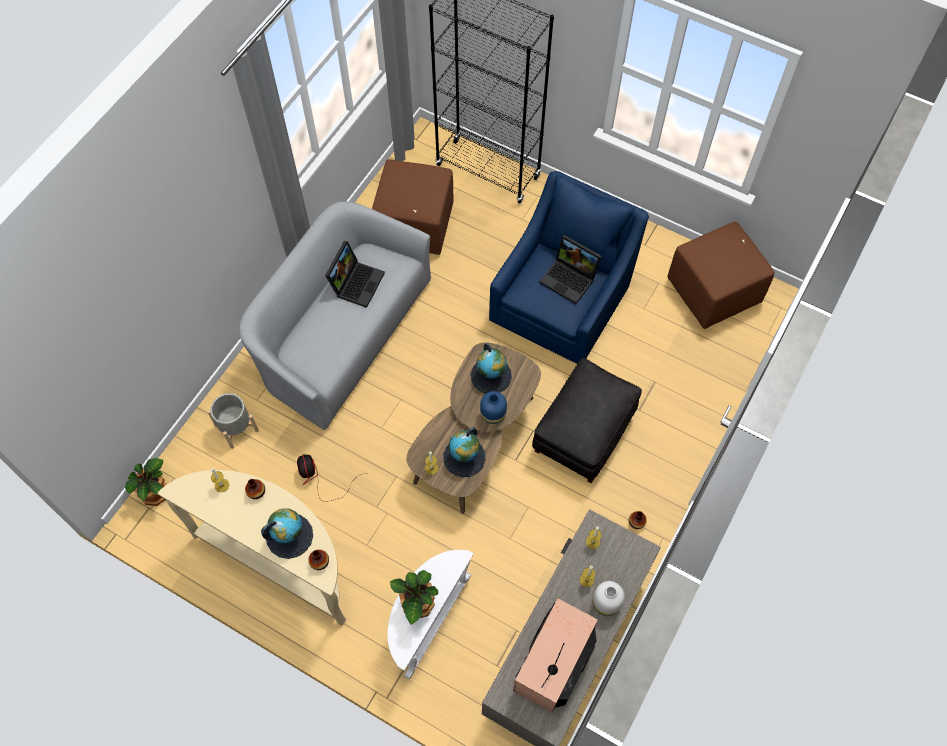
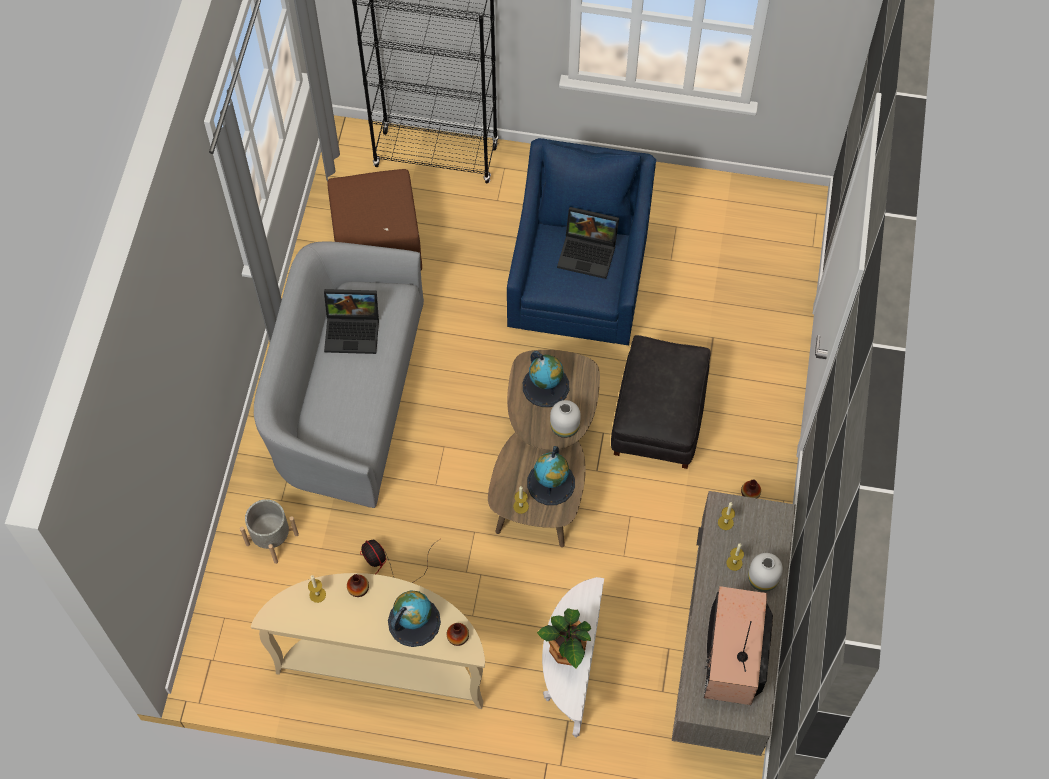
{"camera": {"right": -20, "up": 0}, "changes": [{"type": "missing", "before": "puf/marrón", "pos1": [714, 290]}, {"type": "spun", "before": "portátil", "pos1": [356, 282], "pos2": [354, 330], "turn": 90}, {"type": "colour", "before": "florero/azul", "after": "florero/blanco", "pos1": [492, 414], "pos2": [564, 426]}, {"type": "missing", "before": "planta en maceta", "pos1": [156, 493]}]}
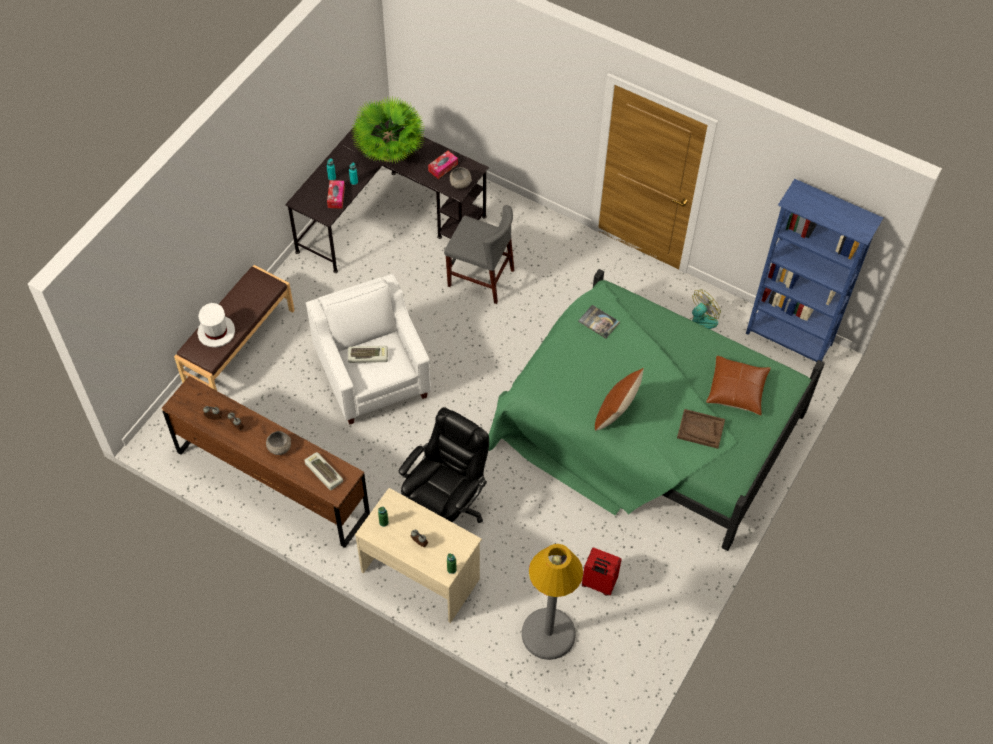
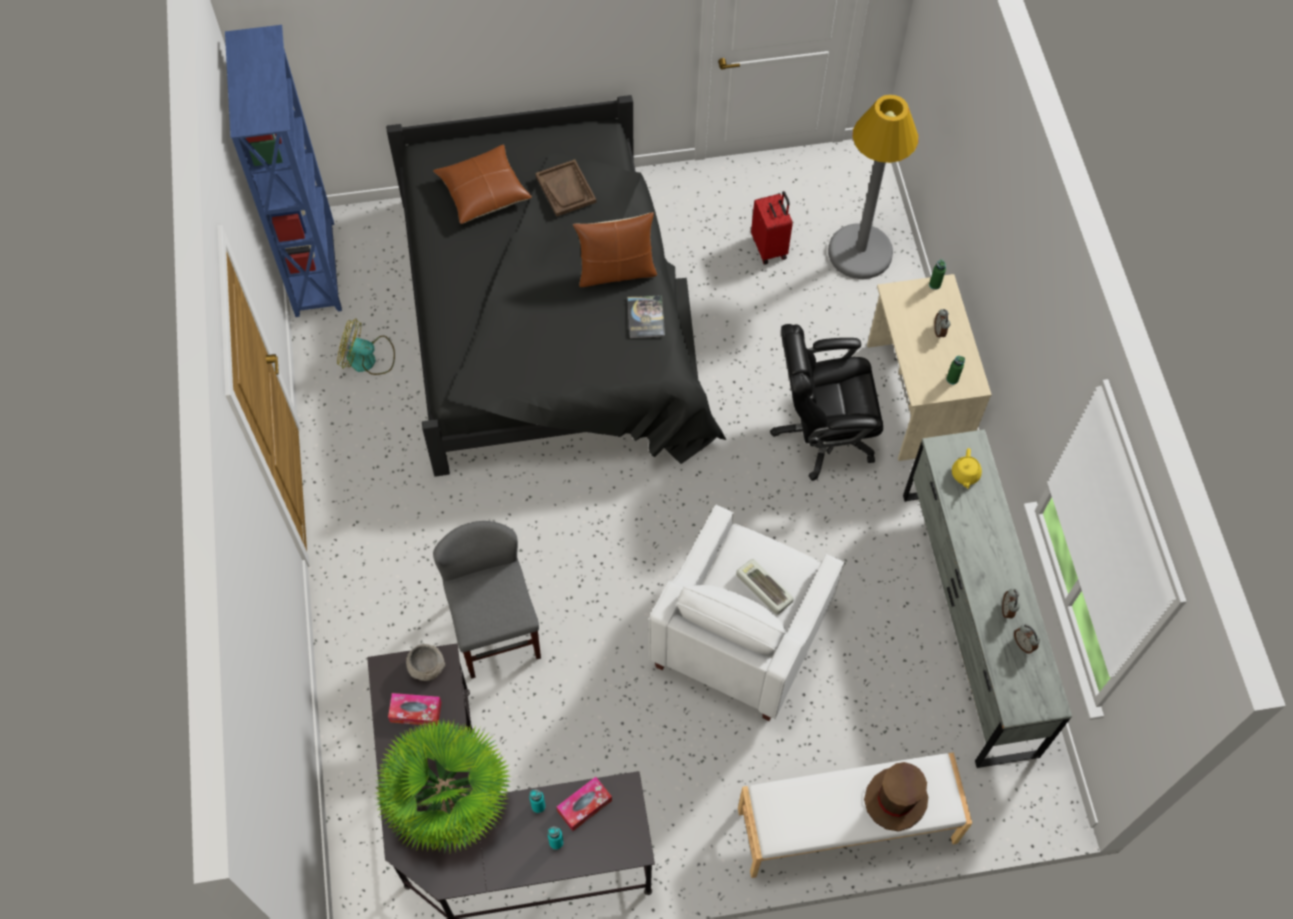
{"camera": {"right": -130, "up": 5}, "changes": [{"type": "colour", "before": "banco/marrón", "after": "banco/blanco", "pos1": [238, 346], "pos2": [847, 827]}, {"type": "colour", "before": "cama/verde", "after": "cama/negro", "pos1": [646, 426], "pos2": [551, 322]}, {"type": "colour", "before": "sombrero/blanco", "after": "sombrero/marrón", "pos1": [216, 332], "pos2": [896, 799]}, {"type": "relocated", "before": "libro", "pos1": [598, 322], "pos2": [646, 317]}, {"type": "colour", "before": "cómoda/marrón", "after": "cómoda/gris", "pos1": [272, 482], "pos2": [967, 621]}, {"type": "missing", "before": "cuenco/gris", "pos1": [279, 448]}, {"type": "exchanged", "before": "teclado", "after": "tetera/amarillo", "pos1": [322, 473], "pos2": [965, 475]}]}
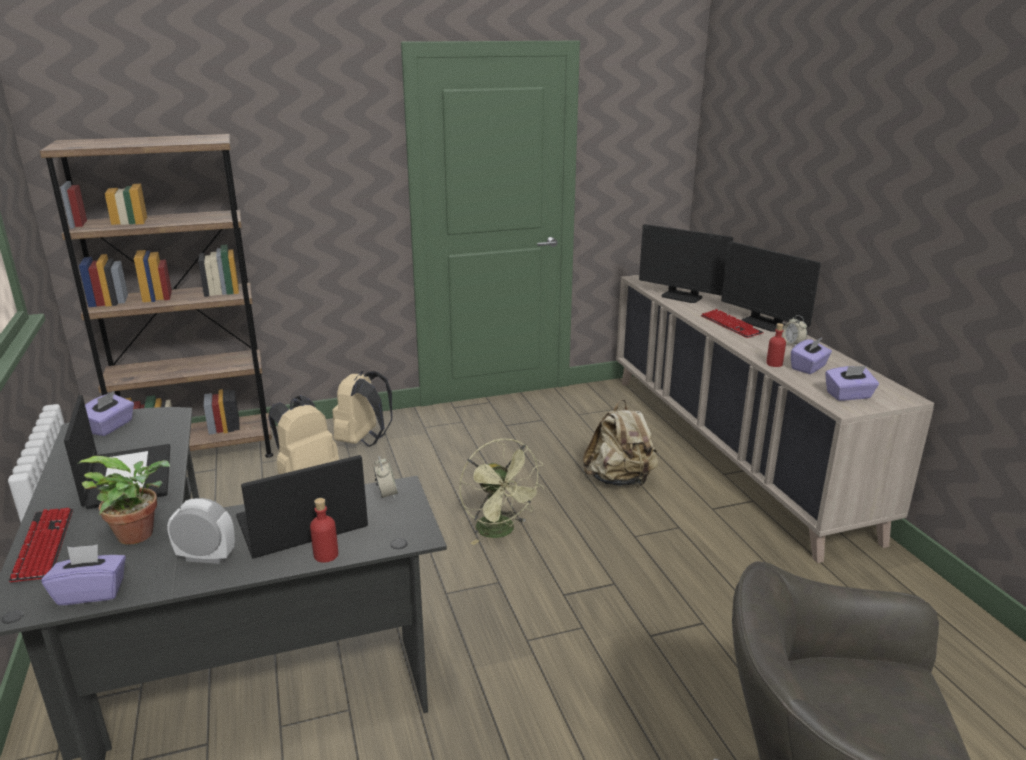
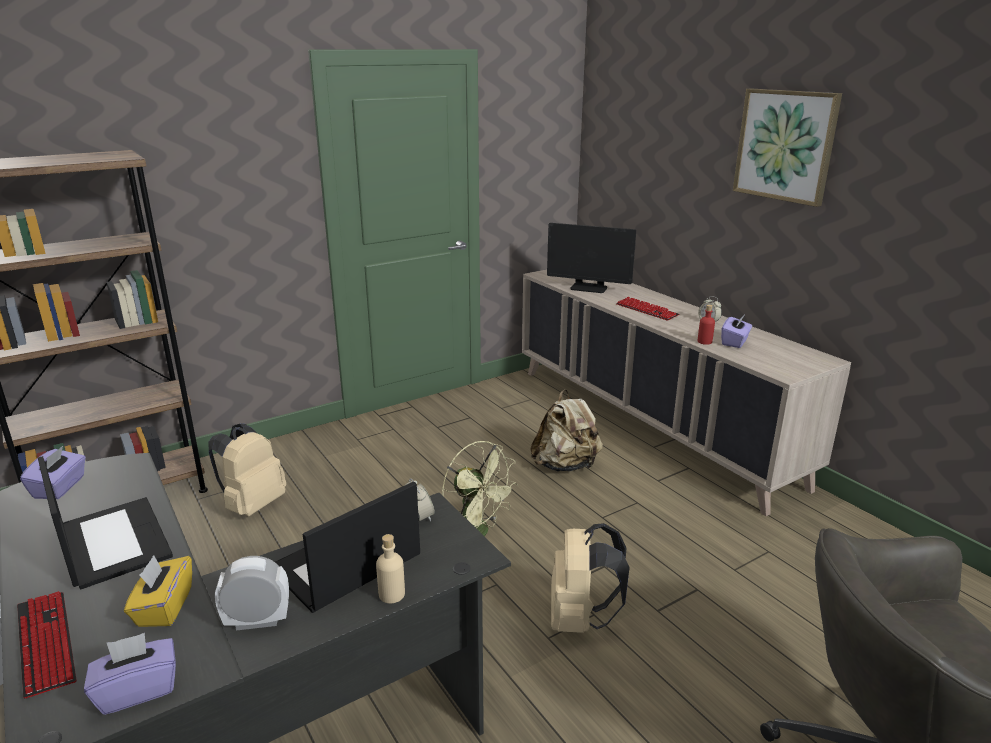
{"camera": {"right": -15, "up": 0}, "changes": [{"type": "missing", "before": "monitor", "pos1": [764, 323]}, {"type": "missing", "before": "caja de pañuelos/morado", "pos1": [848, 396]}, {"type": "relocated", "before": "mochila/beis", "pos1": [363, 441], "pos2": [580, 619]}, {"type": "exchanged", "before": "planta en maceta", "after": "caja de pañuelos/amarillo", "pos1": [141, 534], "pos2": [164, 607]}, {"type": "colour", "before": "botella/rojo", "after": "botella/beis", "pos1": [326, 555], "pos2": [392, 594]}, {"type": "appeared", "after": "cuadro", "pos2": [785, 145]}]}
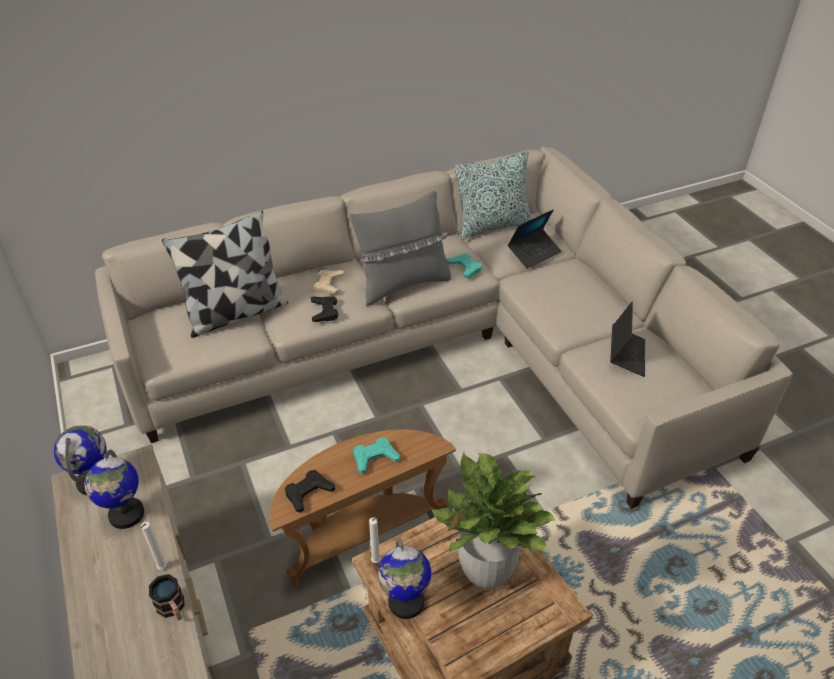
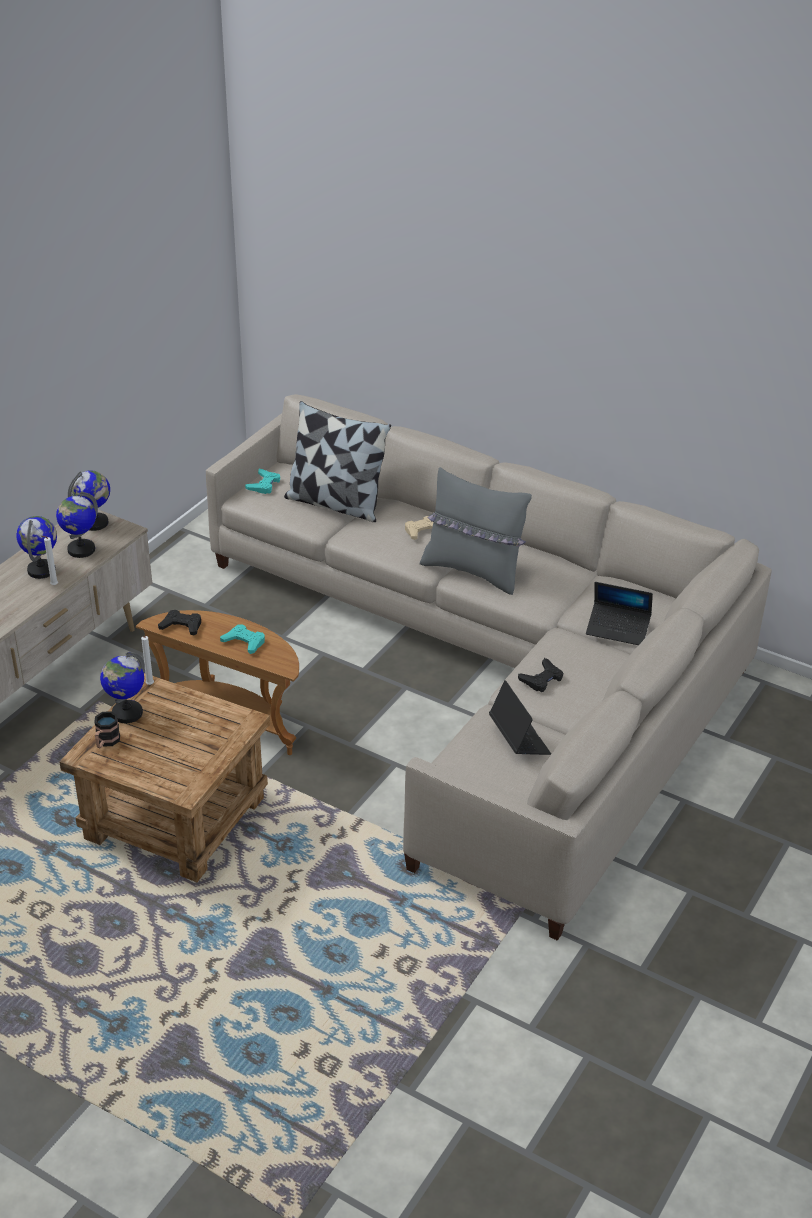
{"camera": {"right": 55, "up": -5}, "changes": [{"type": "missing", "before": "cojín", "pos1": [492, 226]}, {"type": "relocated", "before": "mando de consola/turquesa", "pos1": [464, 268], "pos2": [264, 485]}, {"type": "relocated", "before": "mando de consola/negro", "pos1": [324, 311], "pos2": [541, 679]}, {"type": "spun", "before": "portátil", "pos1": [626, 355], "pos2": [519, 739], "turn": -90}, {"type": "missing", "before": "planta en maceta", "pos1": [485, 571]}, {"type": "relocated", "before": "taza grande", "pos1": [173, 609], "pos2": [106, 742]}, {"type": "appeared", "after": "globo terráqueo", "pos2": [42, 570]}]}
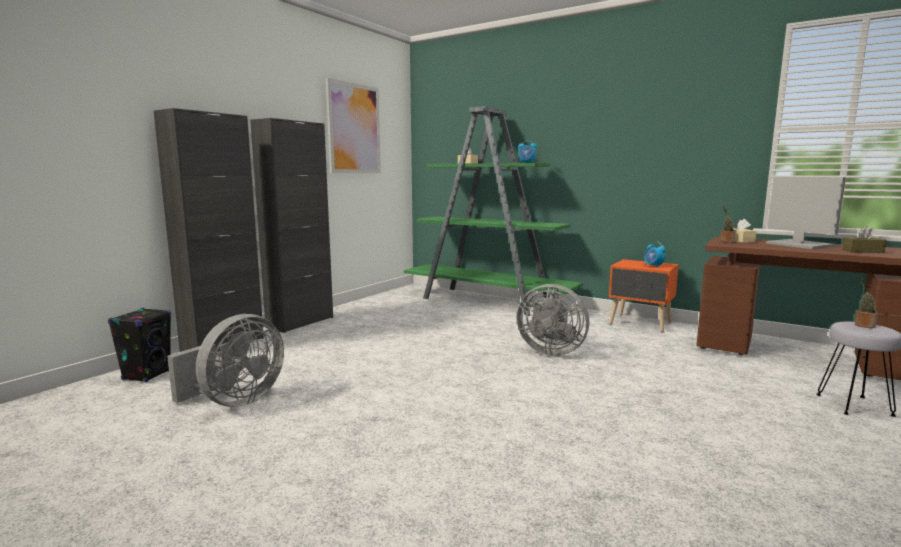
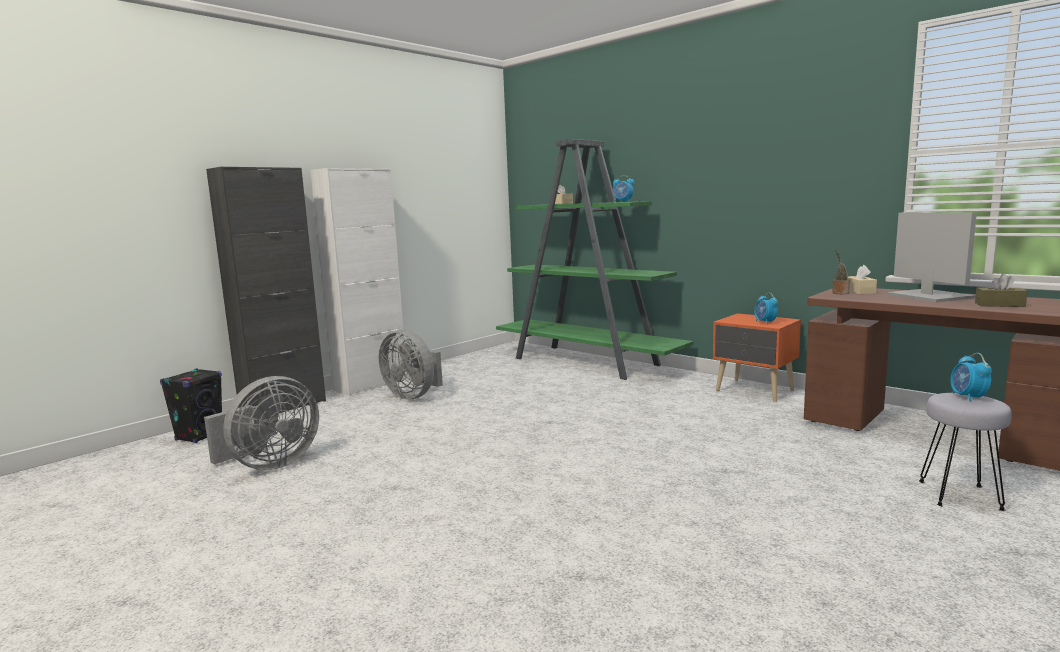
{"camera": {"right": 10, "up": 0}, "changes": [{"type": "missing", "before": "cuadro", "pos1": [354, 129]}, {"type": "colour", "before": "armario/negro", "after": "armario/blanco", "pos1": [300, 322], "pos2": [371, 384]}, {"type": "exchanged", "before": "planta en maceta", "after": "despertador", "pos1": [863, 325], "pos2": [968, 397]}, {"type": "relocated", "before": "ventilador/gris", "pos1": [550, 351], "pos2": [413, 395]}]}
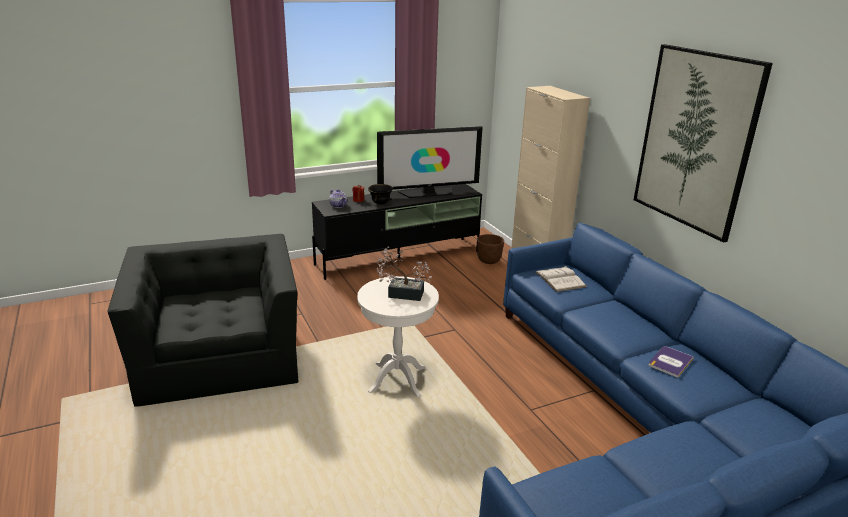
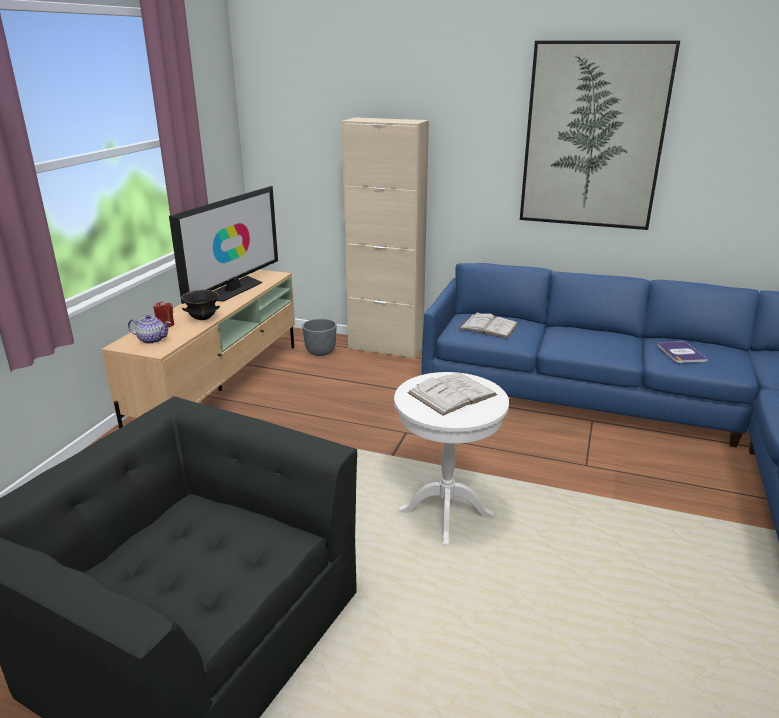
{"camera": {"right": -45, "up": 0}, "changes": [{"type": "colour", "before": "mueble de televisión/negro", "after": "mueble de televisión/beis", "pos1": [399, 257], "pos2": [221, 389]}, {"type": "colour", "before": "maceta/marrón", "after": "maceta/gris", "pos1": [488, 261], "pos2": [320, 352]}, {"type": "exchanged", "before": "planta en maceta", "after": "libro/blanco", "pos1": [401, 293], "pos2": [452, 394]}]}
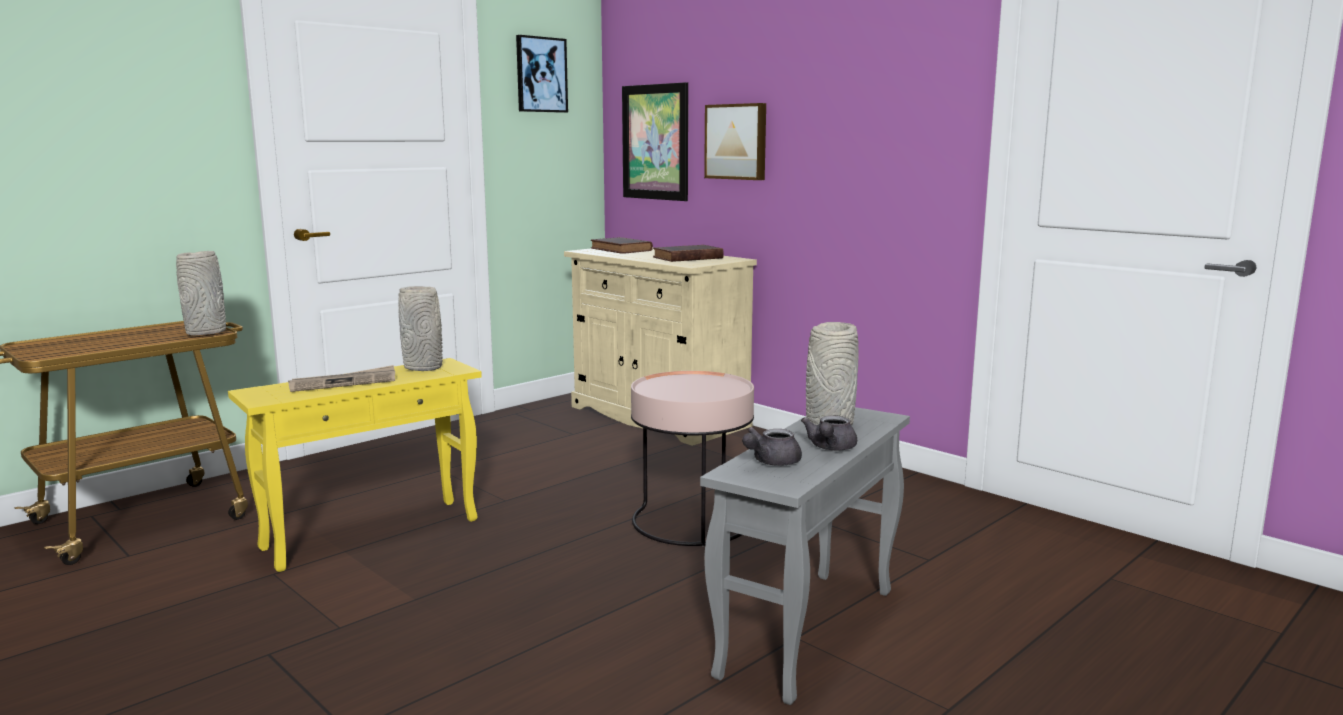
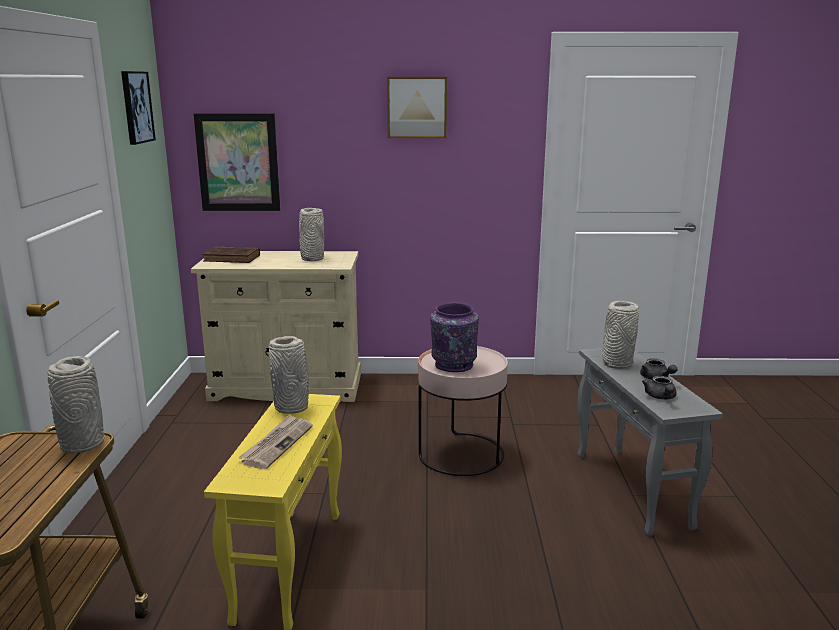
{"camera": {"right": -45, "up": 5}, "changes": [{"type": "relocated", "before": "cuadro", "pos1": [737, 141], "pos2": [417, 107]}, {"type": "exchanged", "before": "libro/marrón", "after": "florero/gris", "pos1": [686, 258], "pos2": [312, 259]}, {"type": "appeared", "after": "florero/morado", "pos2": [453, 365]}]}
